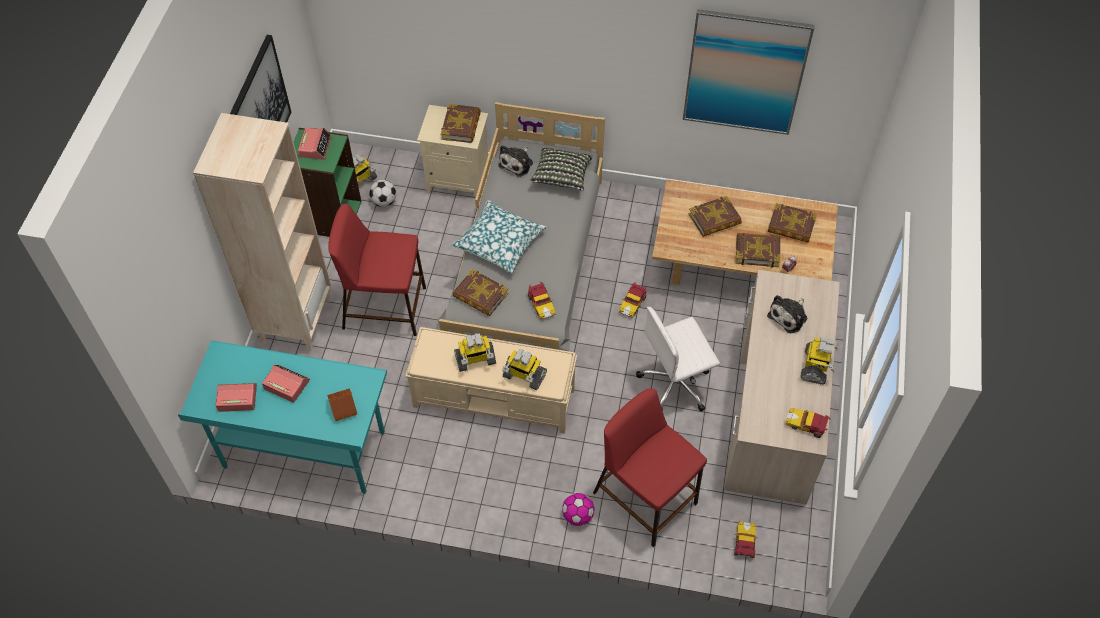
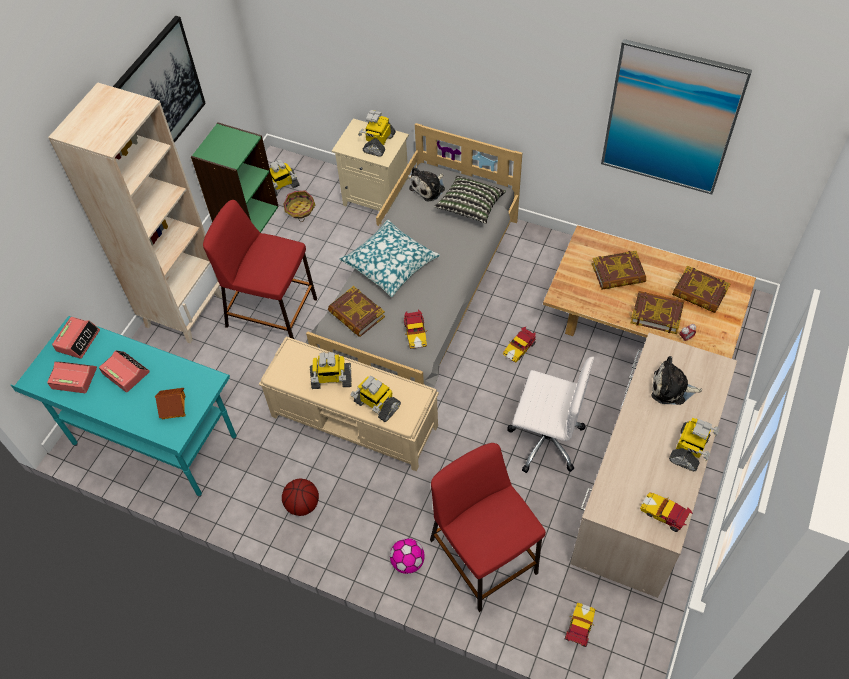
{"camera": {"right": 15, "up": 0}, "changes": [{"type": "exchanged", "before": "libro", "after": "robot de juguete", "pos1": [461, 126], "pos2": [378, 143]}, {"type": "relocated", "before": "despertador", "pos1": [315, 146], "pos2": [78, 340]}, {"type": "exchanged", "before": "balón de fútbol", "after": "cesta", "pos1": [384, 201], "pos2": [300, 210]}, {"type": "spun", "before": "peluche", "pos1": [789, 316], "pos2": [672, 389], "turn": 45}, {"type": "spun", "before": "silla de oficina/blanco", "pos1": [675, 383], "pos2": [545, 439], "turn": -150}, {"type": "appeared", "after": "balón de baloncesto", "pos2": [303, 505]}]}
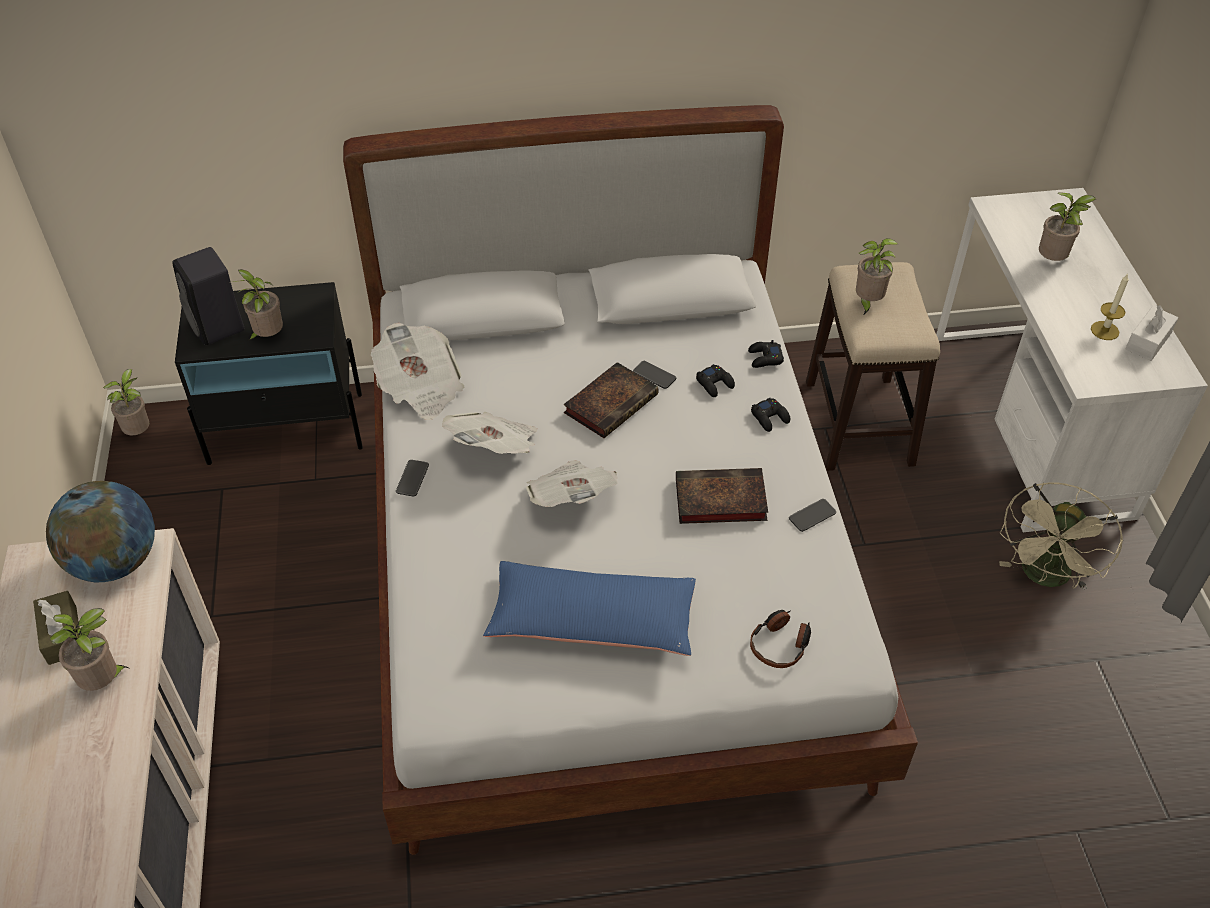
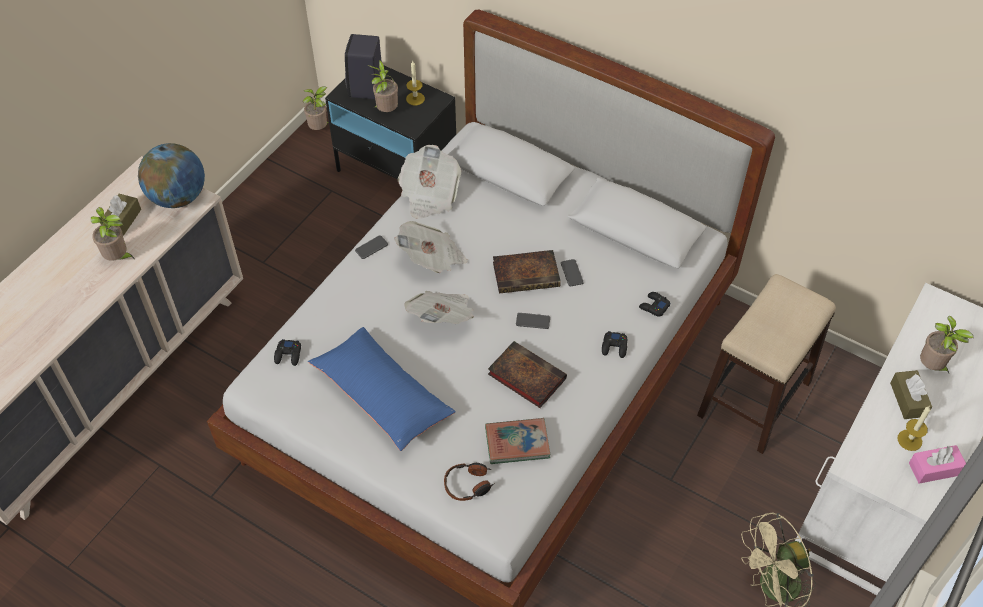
{"camera": {"right": 40, "up": 5}, "changes": [{"type": "missing", "before": "planta en maceta", "pos1": [867, 303]}, {"type": "colour", "before": "caja de pañuelos/blanco", "after": "caja de pañuelos/rosa", "pos1": [1148, 341], "pos2": [934, 469]}, {"type": "relocated", "before": "mando de consola/negro", "pos1": [715, 384], "pos2": [288, 355]}, {"type": "relocated", "before": "móvil", "pos1": [812, 516], "pos2": [533, 321]}, {"type": "appeared", "after": "vela", "pos2": [415, 98]}, {"type": "appeared", "after": "caja de pañuelos/marrón", "pos2": [908, 399]}, {"type": "appeared", "after": "libro", "pos2": [517, 443]}]}
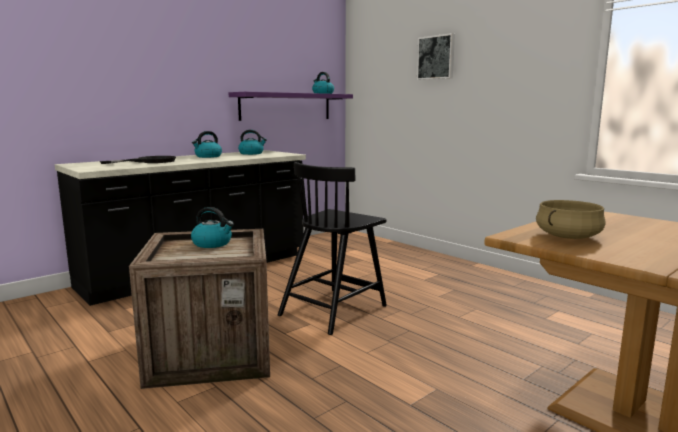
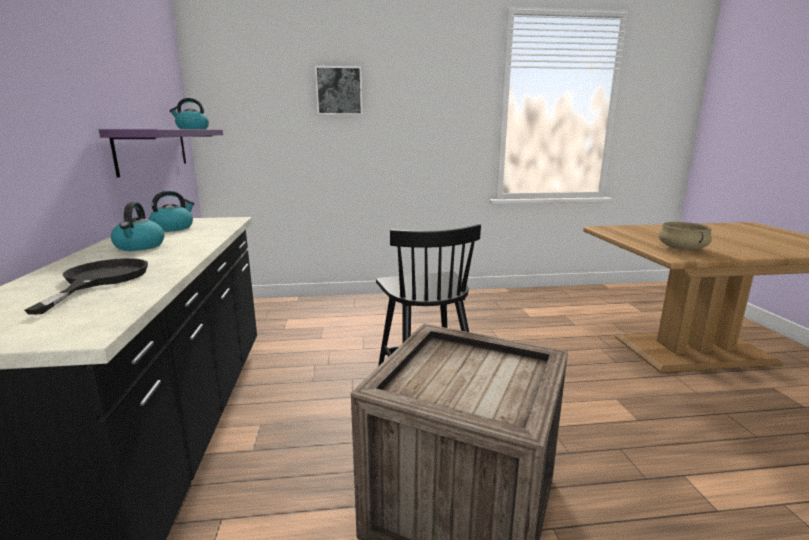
{"camera": {"right": -55, "up": 5}, "changes": [{"type": "missing", "before": "hervidor", "pos1": [213, 244]}]}
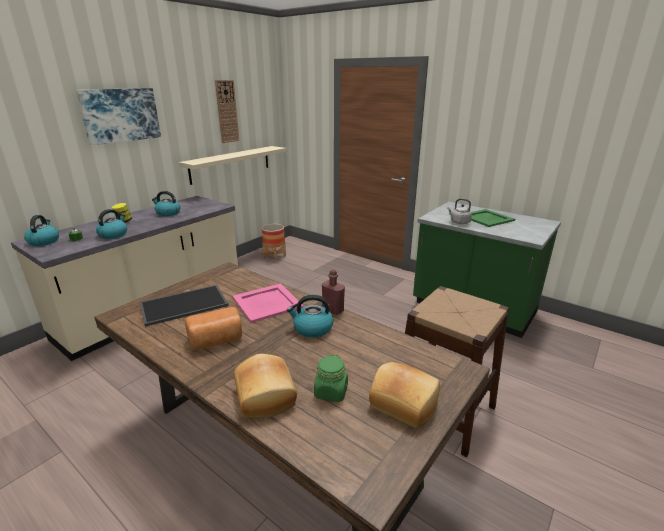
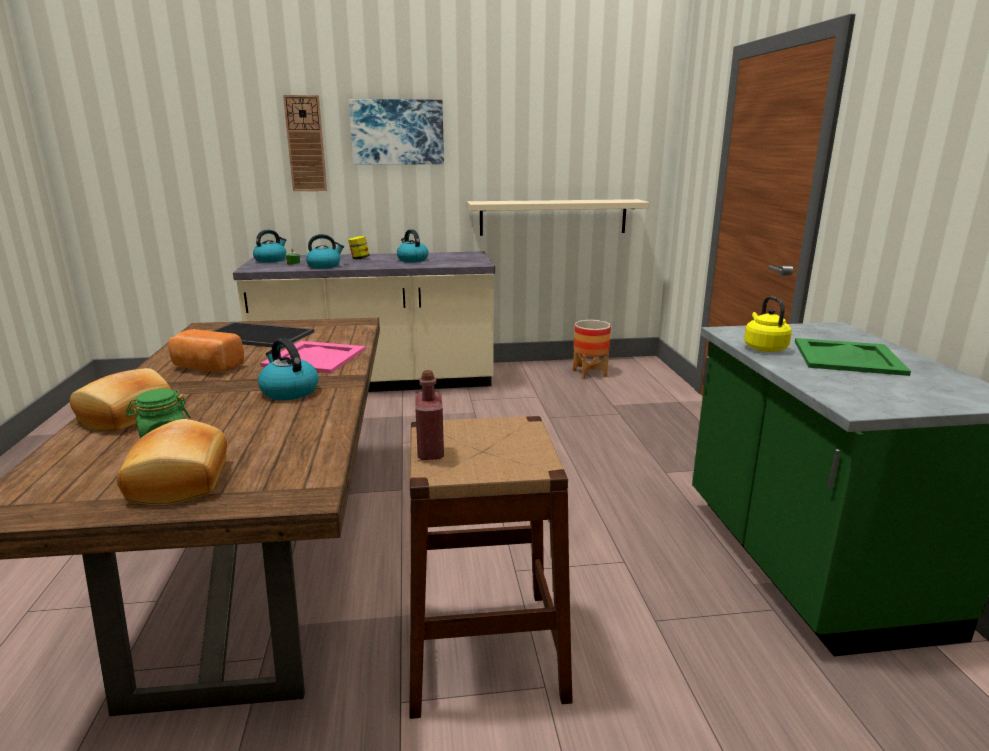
{"camera": {"right": 45, "up": -5}, "changes": [{"type": "relocated", "before": "reloj de pared", "pos1": [227, 111], "pos2": [305, 144]}, {"type": "colour", "before": "hervidor/gris", "after": "hervidor/amarillo", "pos1": [458, 222], "pos2": [764, 348]}, {"type": "relocated", "before": "botella/rojo", "pos1": [333, 310], "pos2": [430, 451]}]}
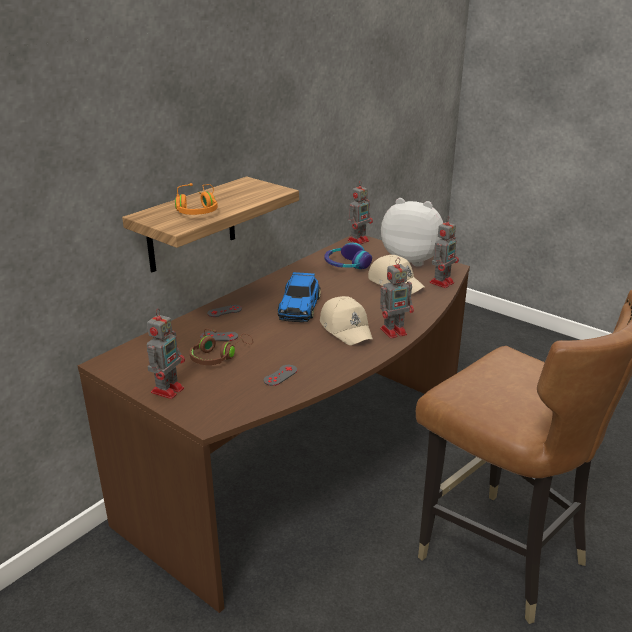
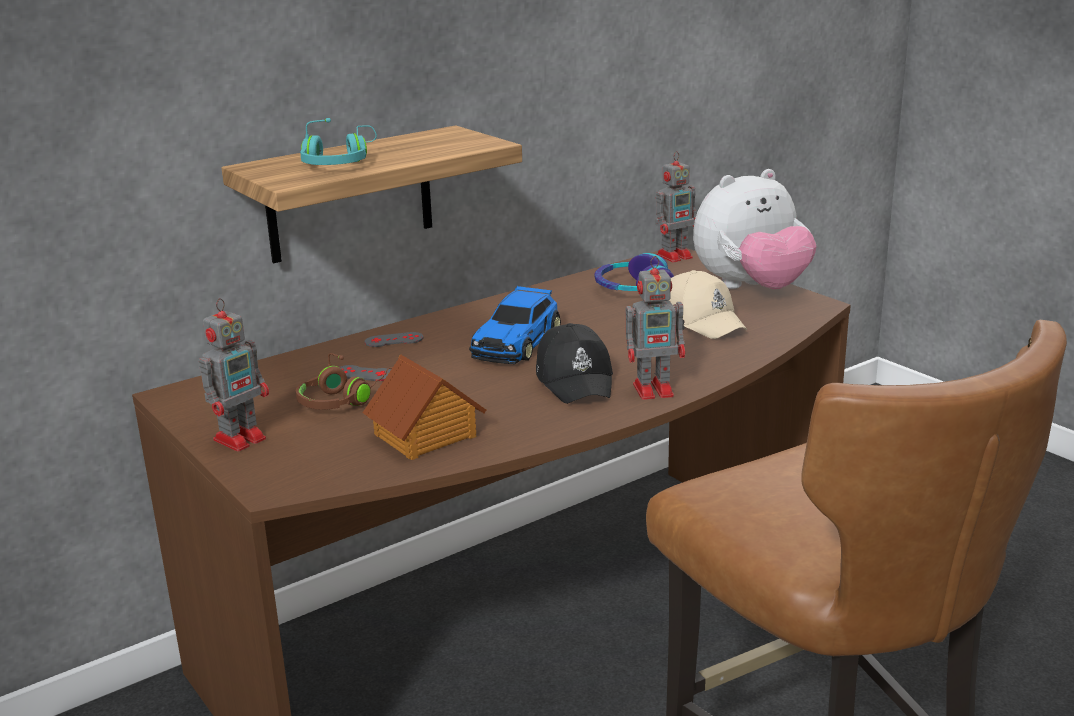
{"camera": {"right": 15, "up": -5}, "changes": [{"type": "colour", "before": "auriculares/naranja", "after": "auriculares/turquesa", "pos1": [198, 210], "pos2": [340, 162]}, {"type": "spun", "before": "peluche", "pos1": [412, 259], "pos2": [751, 289], "turn": 120}, {"type": "missing", "before": "robot de juguete", "pos1": [442, 282]}, {"type": "colour", "before": "gorra/beis", "after": "gorra/negro", "pos1": [346, 328], "pos2": [575, 379]}, {"type": "exchanged", "before": "mando de consola/gris", "after": "casita", "pos1": [280, 375], "pos2": [426, 435]}]}
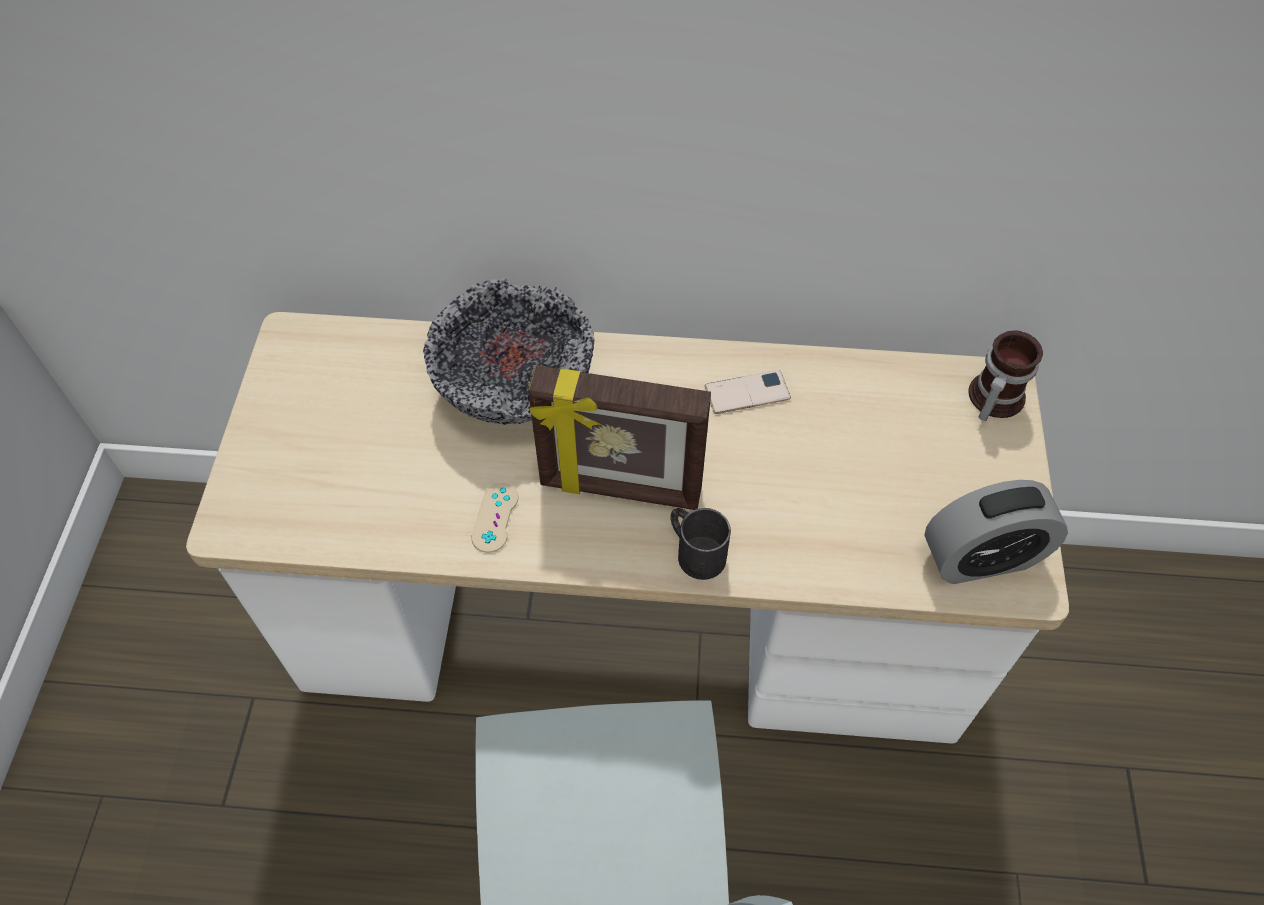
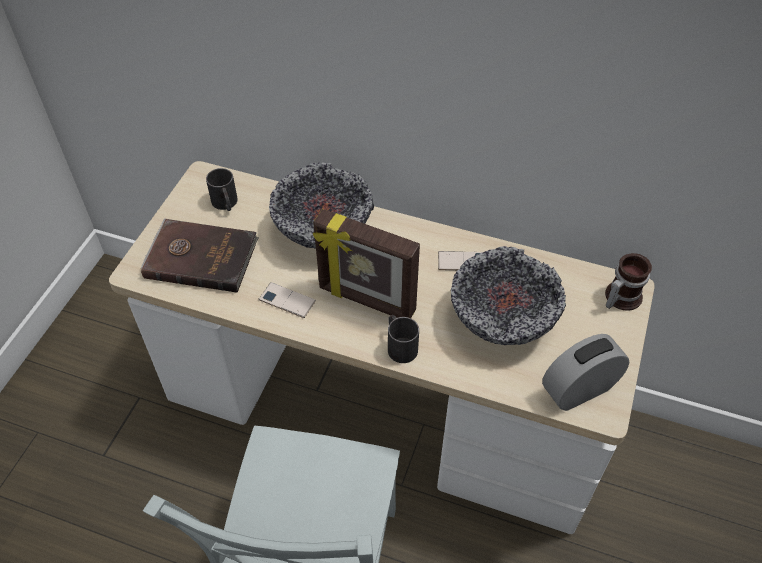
{"camera": {"right": 15, "up": -5}, "changes": [{"type": "spun", "before": "despertador", "pos1": [981, 557], "pos2": [579, 389], "turn": 150}, {"type": "exchanged", "before": "mando de consola/beis", "after": "móvil", "pos1": [495, 517], "pos2": [287, 300]}, {"type": "appeared", "after": "taza grande/negro", "pos2": [226, 204]}, {"type": "appeared", "after": "libro/marrón", "pos2": [201, 257]}, {"type": "appeared", "after": "cuenco", "pos2": [501, 320]}]}
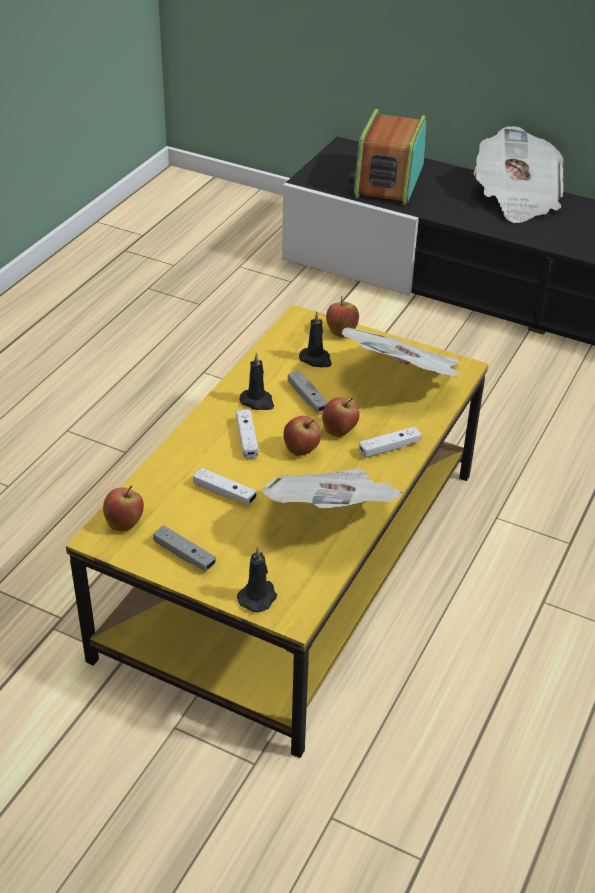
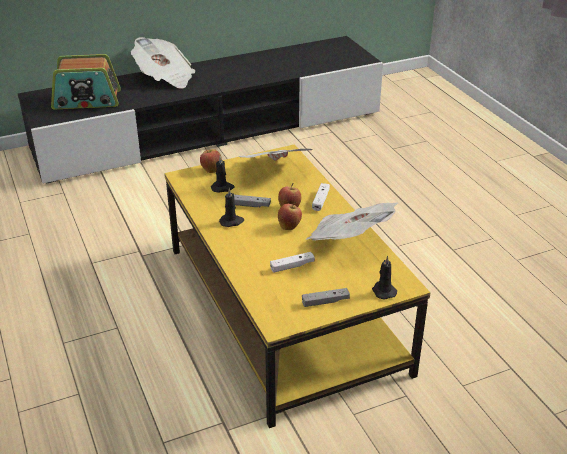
{"camera": {"right": -50, "up": -5}, "changes": [{"type": "spun", "before": "radio", "pos1": [388, 180], "pos2": [87, 100], "turn": -60}, {"type": "missing", "before": "mando de consola/blanco", "pos1": [247, 439]}, {"type": "missing", "before": "manzana", "pos1": [125, 523]}]}
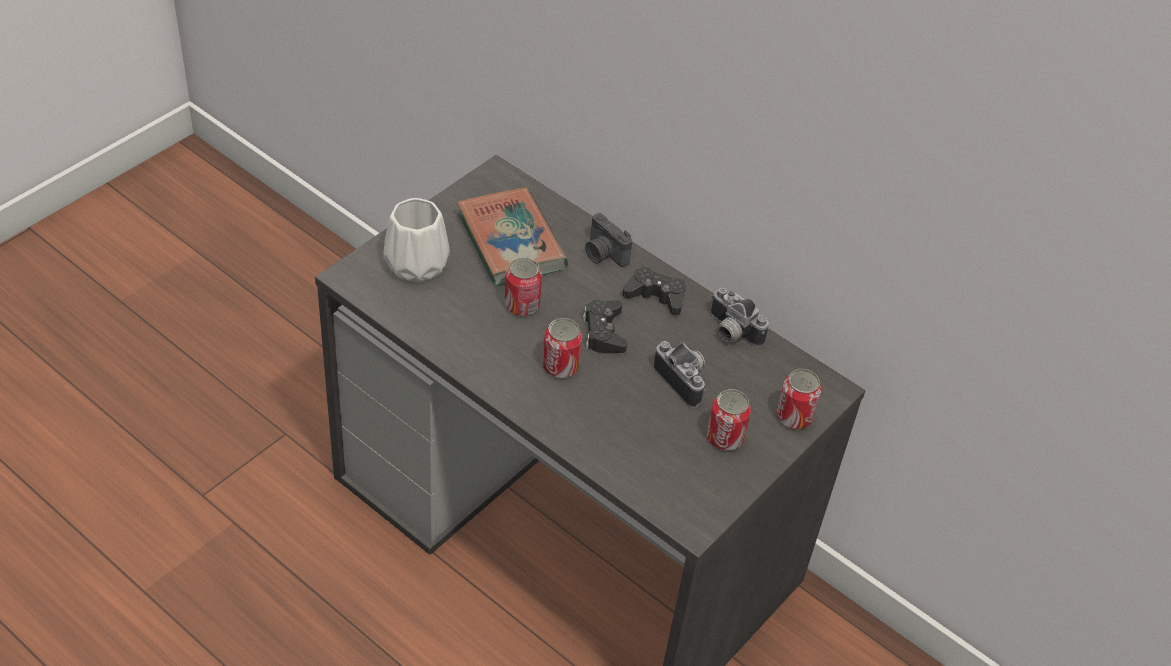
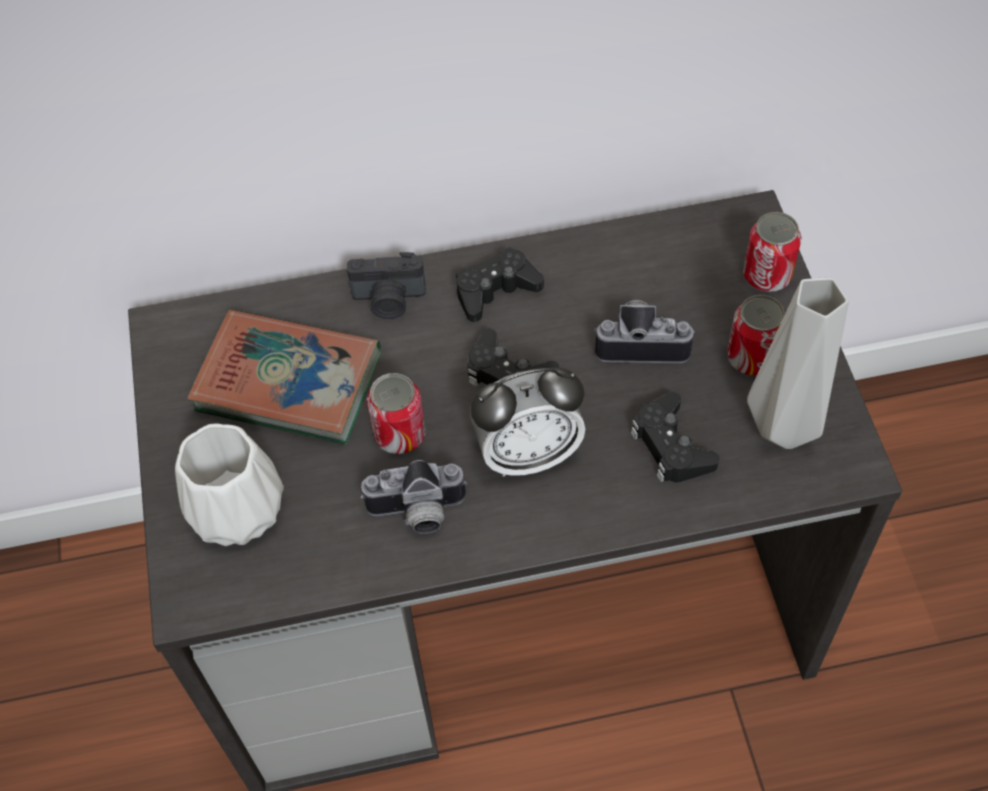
{"camera": {"right": -45, "up": 10}, "changes": [{"type": "relocated", "before": "cámara", "pos1": [730, 332], "pos2": [417, 514]}, {"type": "exchanged", "before": "lata", "after": "despertador", "pos1": [560, 366], "pos2": [528, 453]}, {"type": "appeared", "after": "florero/gris", "pos2": [780, 426]}, {"type": "appeared", "after": "mando de consola/negro", "pos2": [671, 446]}]}
